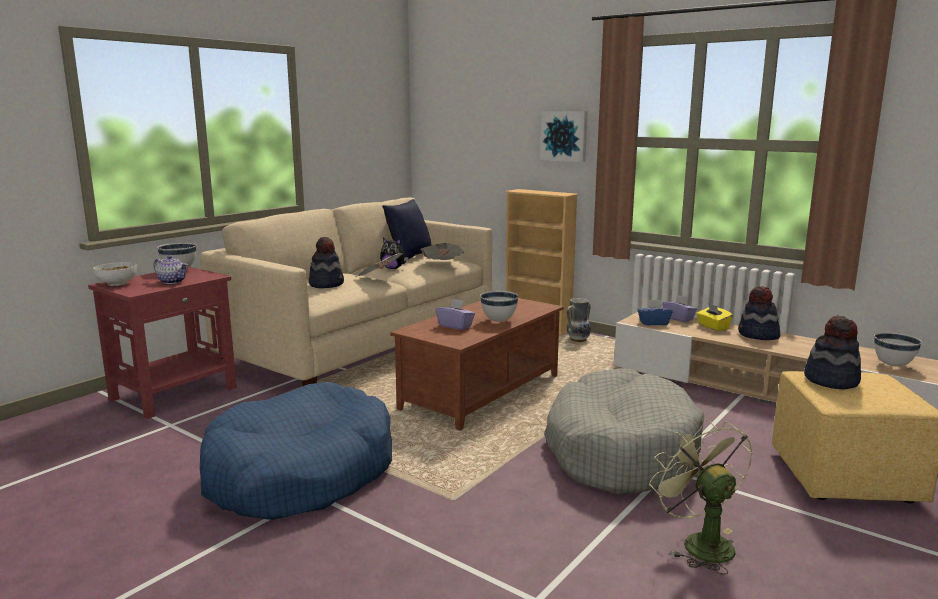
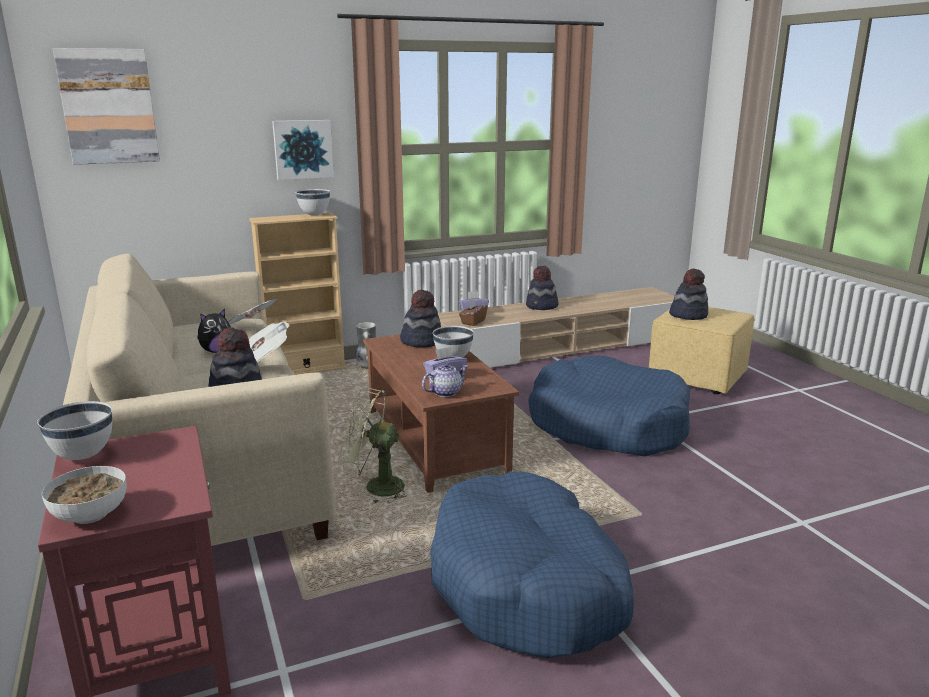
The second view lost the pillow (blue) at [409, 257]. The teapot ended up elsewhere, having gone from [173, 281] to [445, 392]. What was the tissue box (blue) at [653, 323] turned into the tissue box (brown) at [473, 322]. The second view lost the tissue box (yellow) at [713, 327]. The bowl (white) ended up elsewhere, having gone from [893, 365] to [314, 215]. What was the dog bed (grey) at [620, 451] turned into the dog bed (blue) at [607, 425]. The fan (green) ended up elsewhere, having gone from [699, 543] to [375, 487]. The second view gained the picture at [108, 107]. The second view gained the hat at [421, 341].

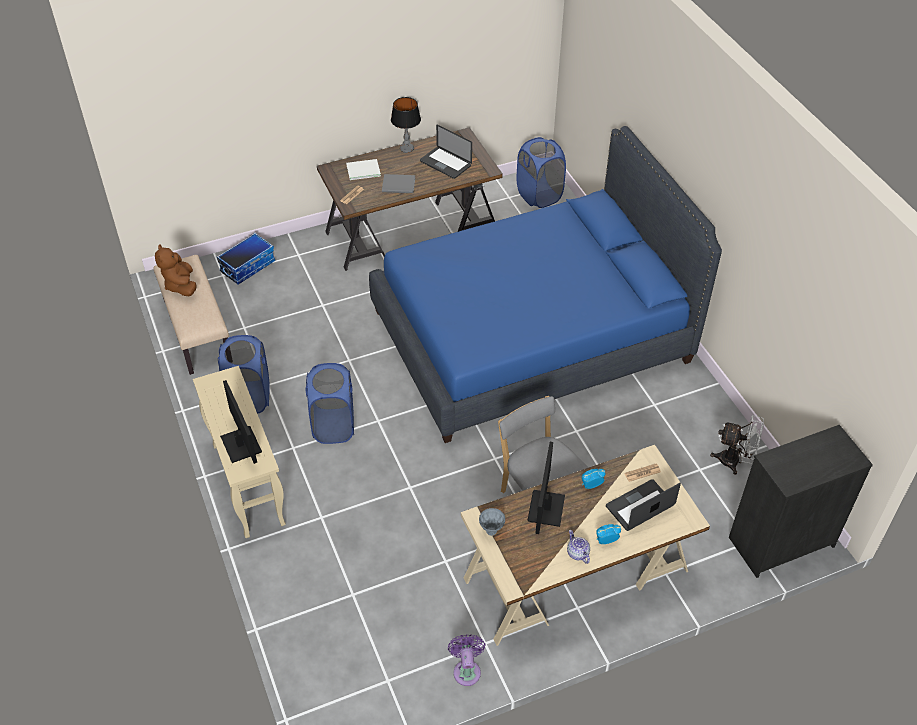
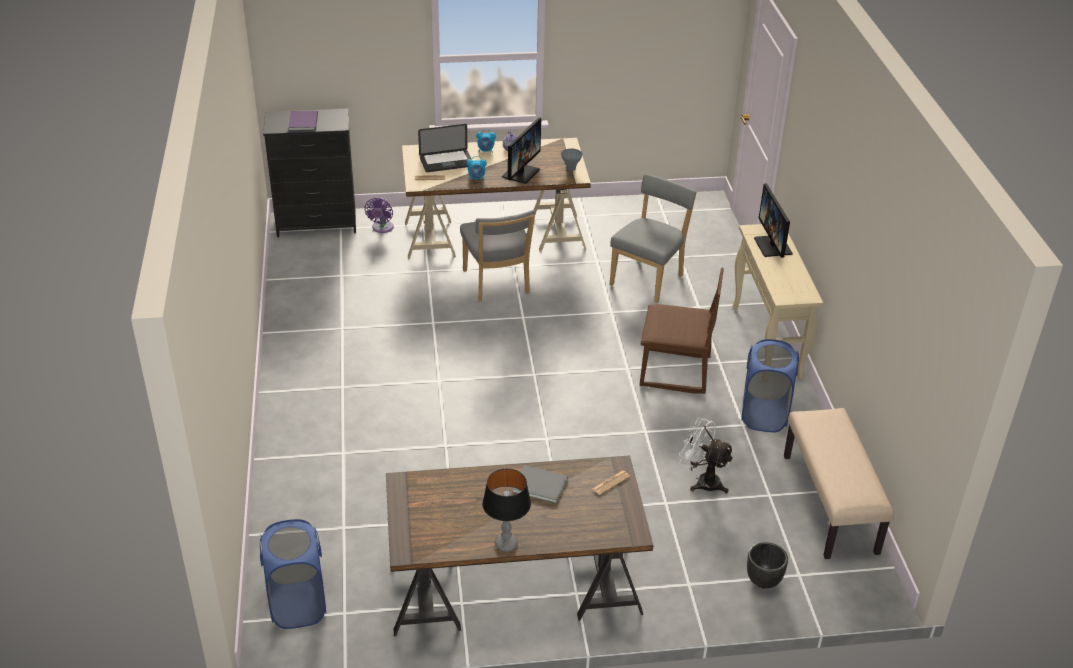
The second view lost the laptop at [445, 163]. The second view lost the bed (blue) at [531, 336]. The second view lost the book (white) at [362, 170]. Where the storage box stood at [247, 266], the planter (black) came to stand at [763, 581]. The second view lost the plush toy (brown) at [181, 285]. Where the laundry basket (blue) stood at [333, 426], the chair (brown) came to stand at [675, 372]. The fan (white) ended up elsewhere, having gone from [734, 461] to [702, 481]. The fan (purple) ended up elsewhere, having gone from [466, 670] to [382, 228]. The second view gained the book (purple) at [304, 121]. The second view gained the chair (grey) at [649, 279].

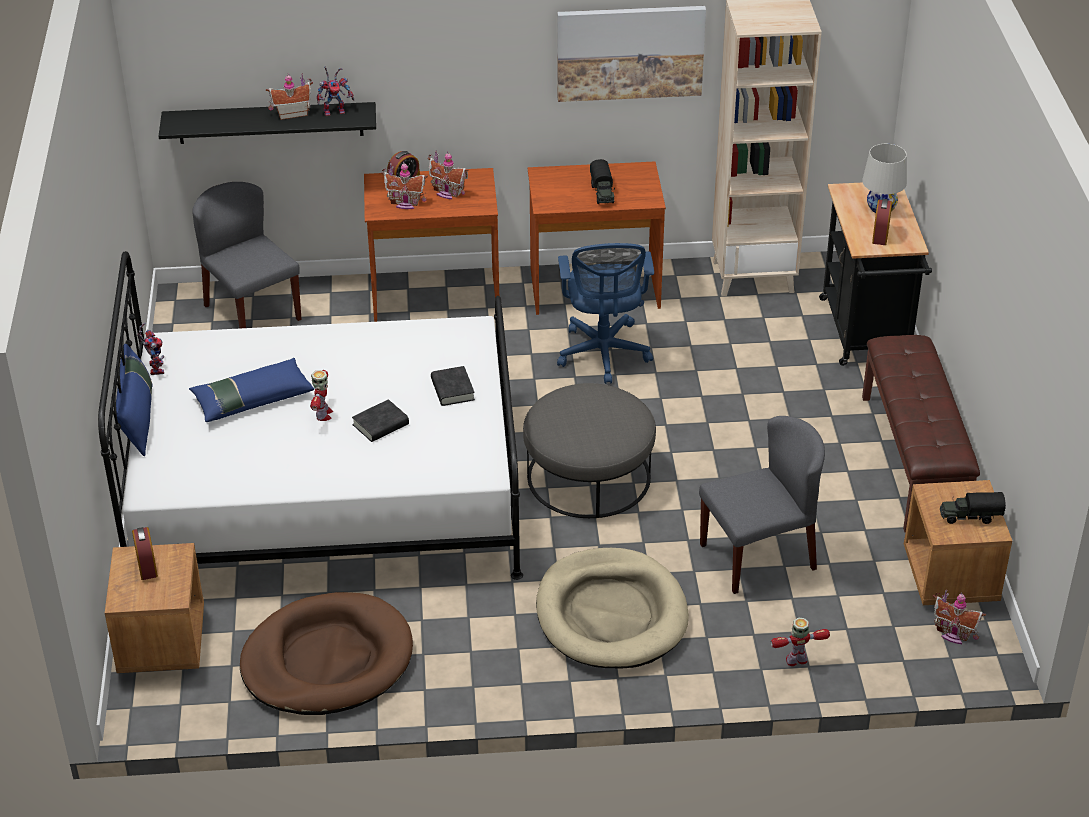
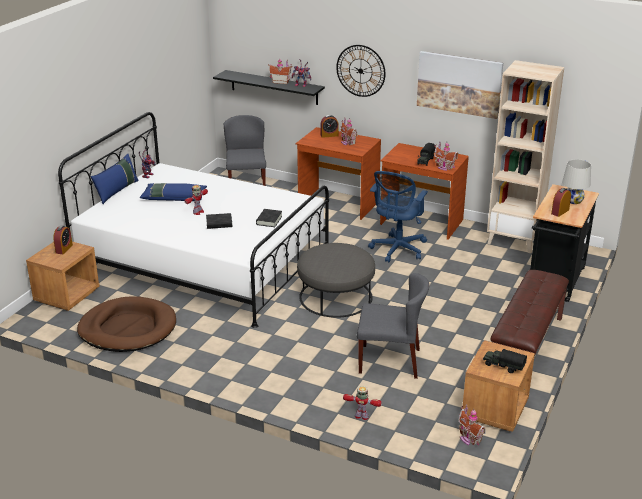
The toy house ended up elsewhere, having gone from [405, 203] to [444, 167]. The second view lost the dog bed (beige) at [611, 614]. The second view gained the wall clock at [360, 71].

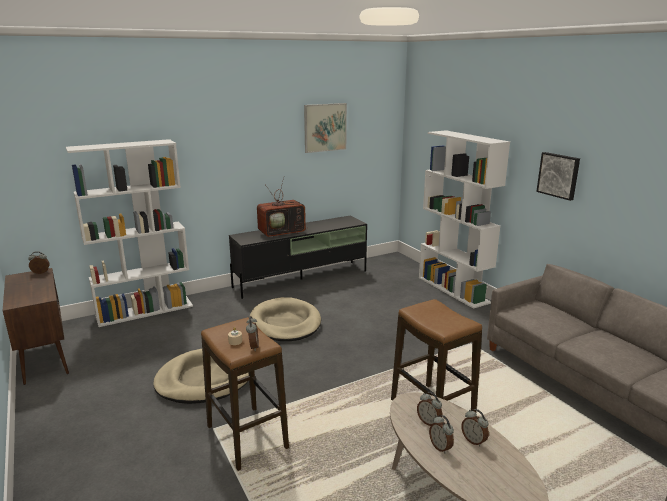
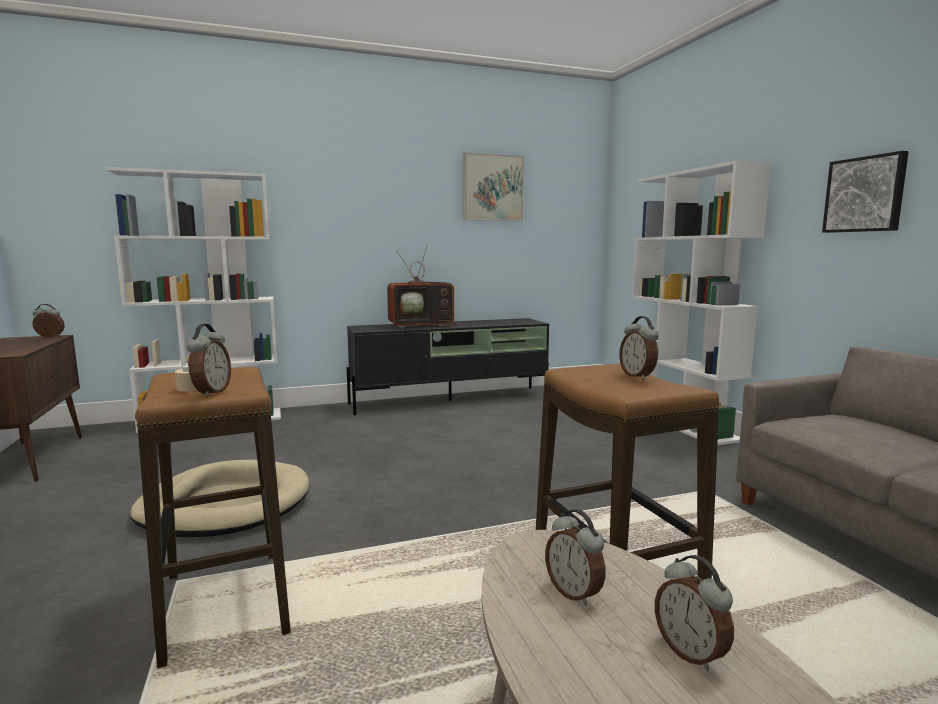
The second view lost the dog bed (beige) at [285, 323]. The alarm clock ended up elsewhere, having gone from [440, 447] to [638, 376].

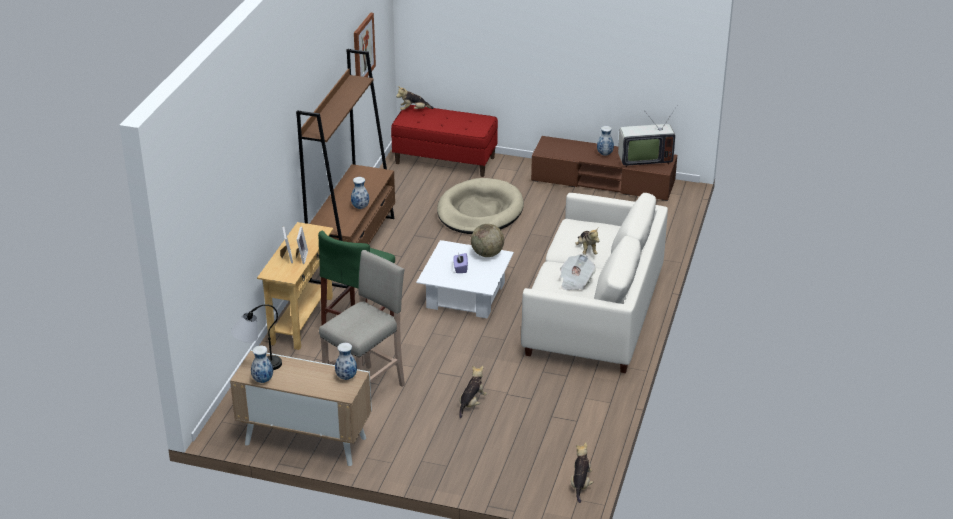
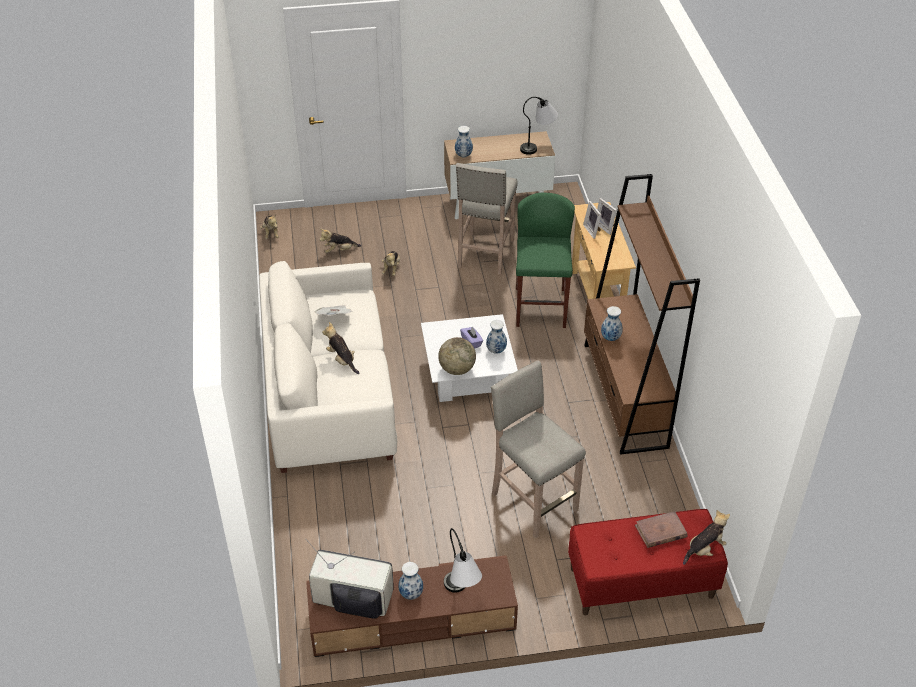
The second view lost the picture at [363, 49]. The television at [643, 159] ended up facing another way, 45 degrees clockwise from before. Where the dog bed (beige) stood at [480, 211], the stool (beige) came to stand at [533, 500]. The vase ended up elsewhere, having gone from [263, 380] to [496, 350]. The second view gained the plush toy at [339, 250]. The second view gained the book (brown) at [660, 531]. The second view gained the table lamp at [461, 595].

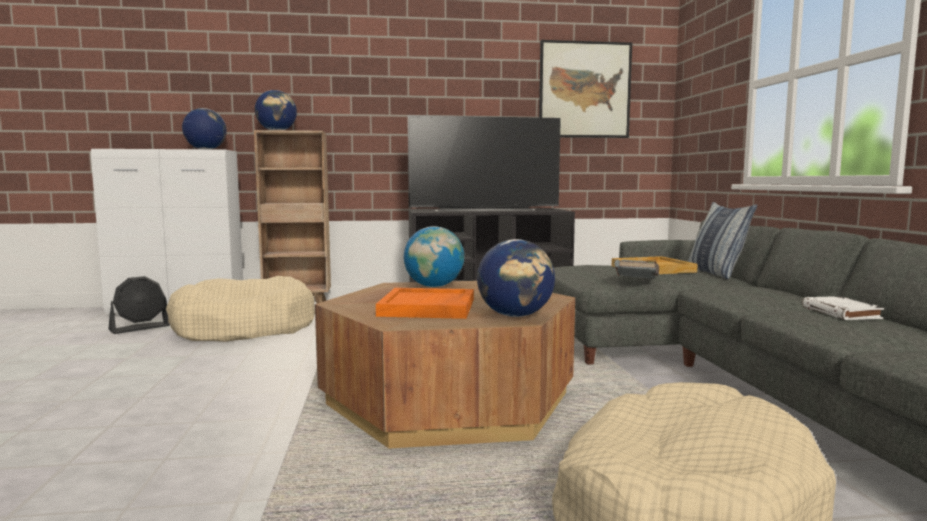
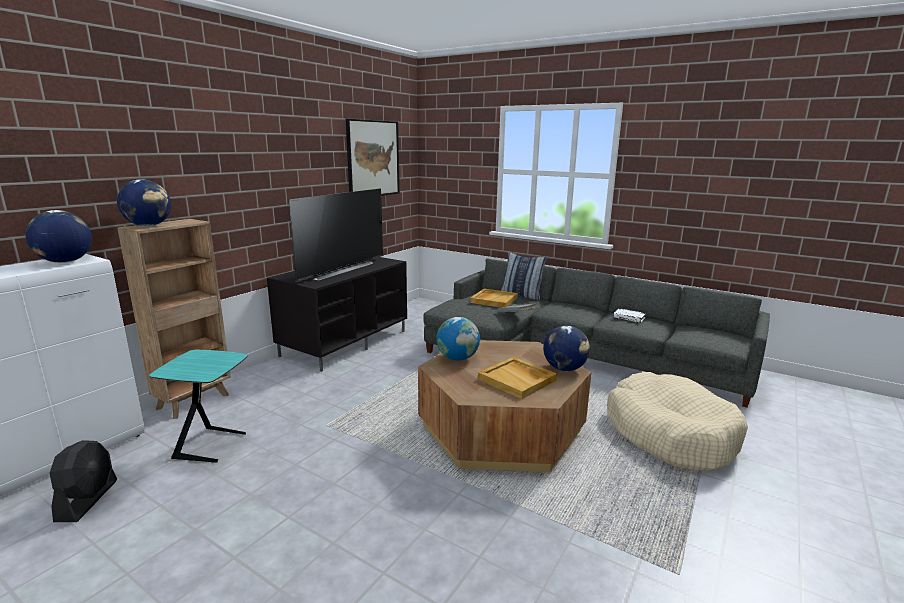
Where the dog bed (beige) stood at [244, 328], the side table (turquoise) came to stand at [213, 445]. What was the tray (orange) at [428, 308] turned into the tray (beige) at [517, 380].

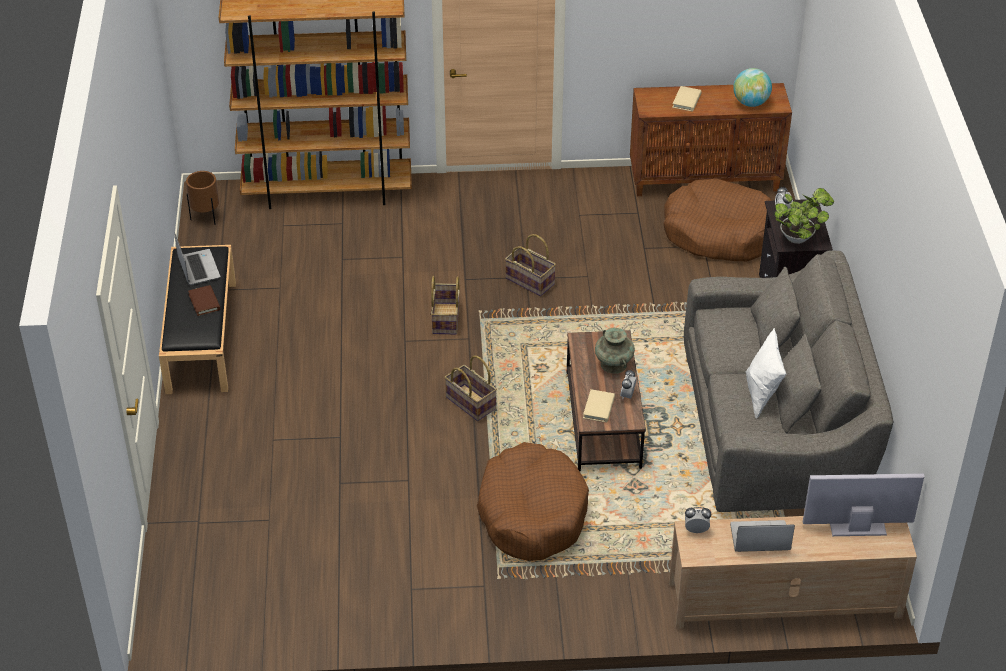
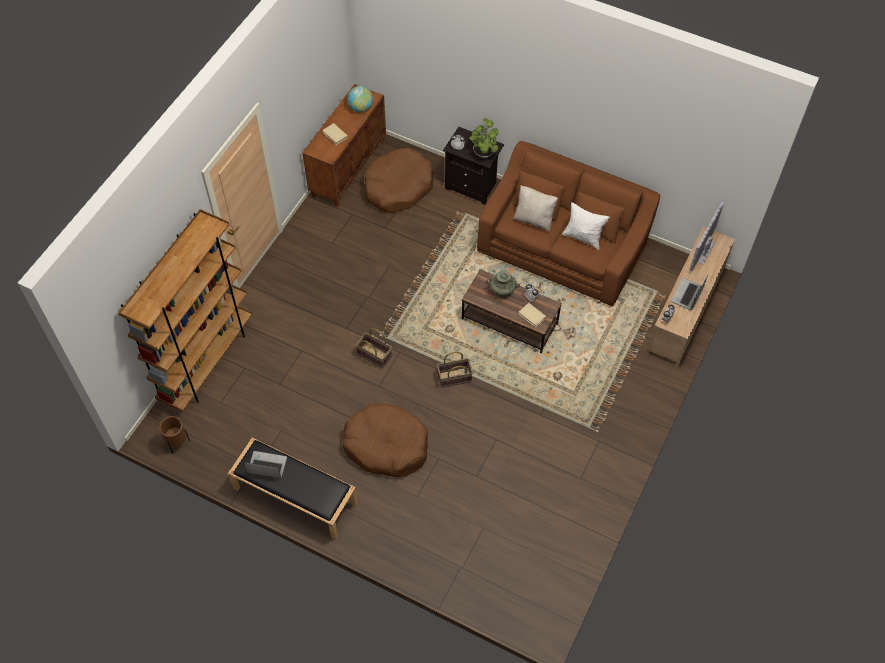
The second view lost the basket at [530, 281]. What was the sofa (grey) at [775, 423] turned into the sofa (brown) at [562, 246]. The second view lost the book (brown) at [204, 302]. The dog bed (brown) ended up elsewhere, having gone from [532, 513] to [386, 445]. The second view gained the pillow (beige) at [534, 219].

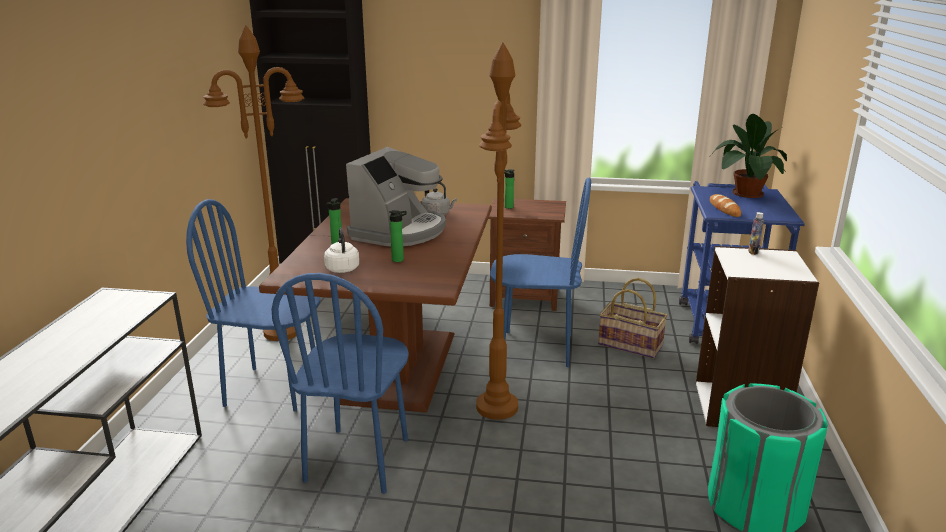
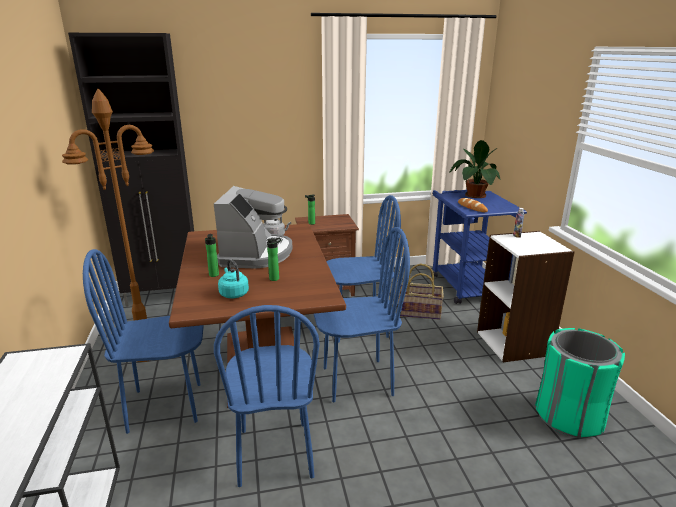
Where the floor lamp (brown) stood at [497, 407], the chair (blue) came to stand at [357, 380]. What was the kettle (white) at [342, 268] turned into the kettle (turquoise) at [233, 293].

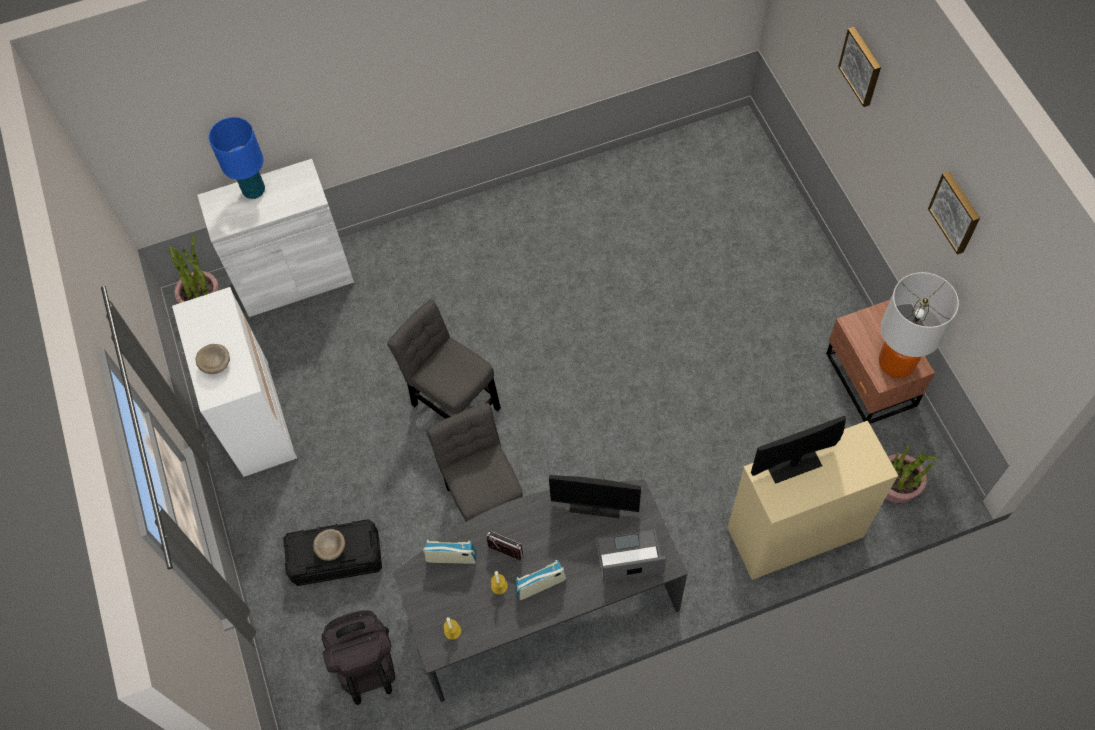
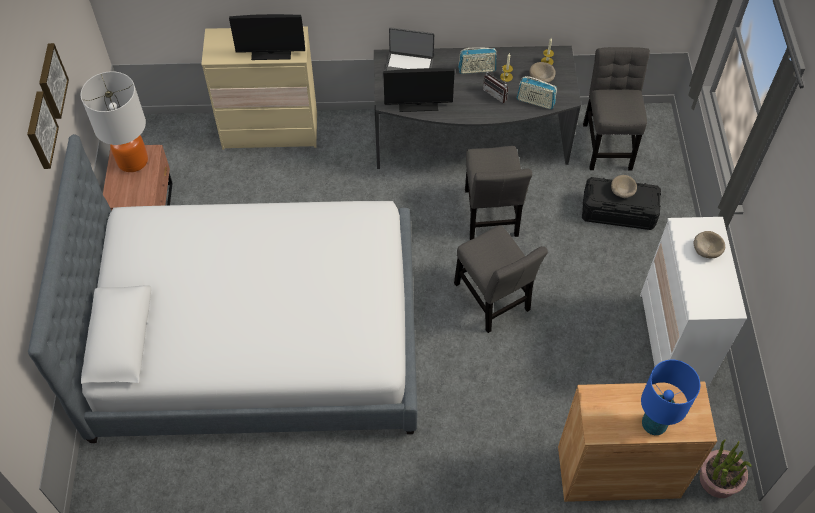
The picture ended up elsewhere, having gone from [862, 66] to [40, 130]. What was the cabinet (white) at [294, 278] turned into the cabinet (brown) at [618, 472]. The second view lost the potted plant at [897, 485]. The monitor at [595, 504] ended up facing another way, 150 degrees clockwise from before. Where the backpack (black) stood at [366, 661], the chair (grey) came to stand at [608, 143]. The second view gained the bowl (beige) at [541, 79]. The second view gained the bed at [257, 337].

